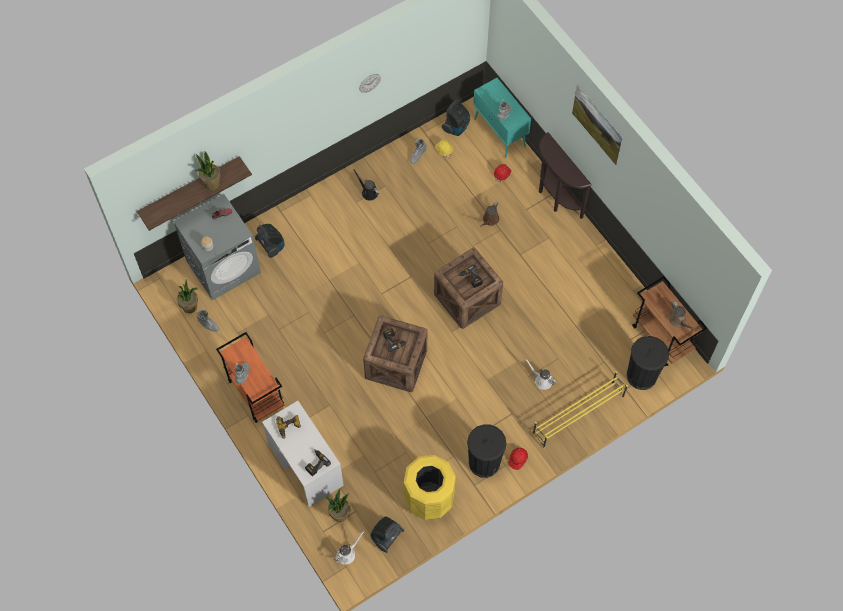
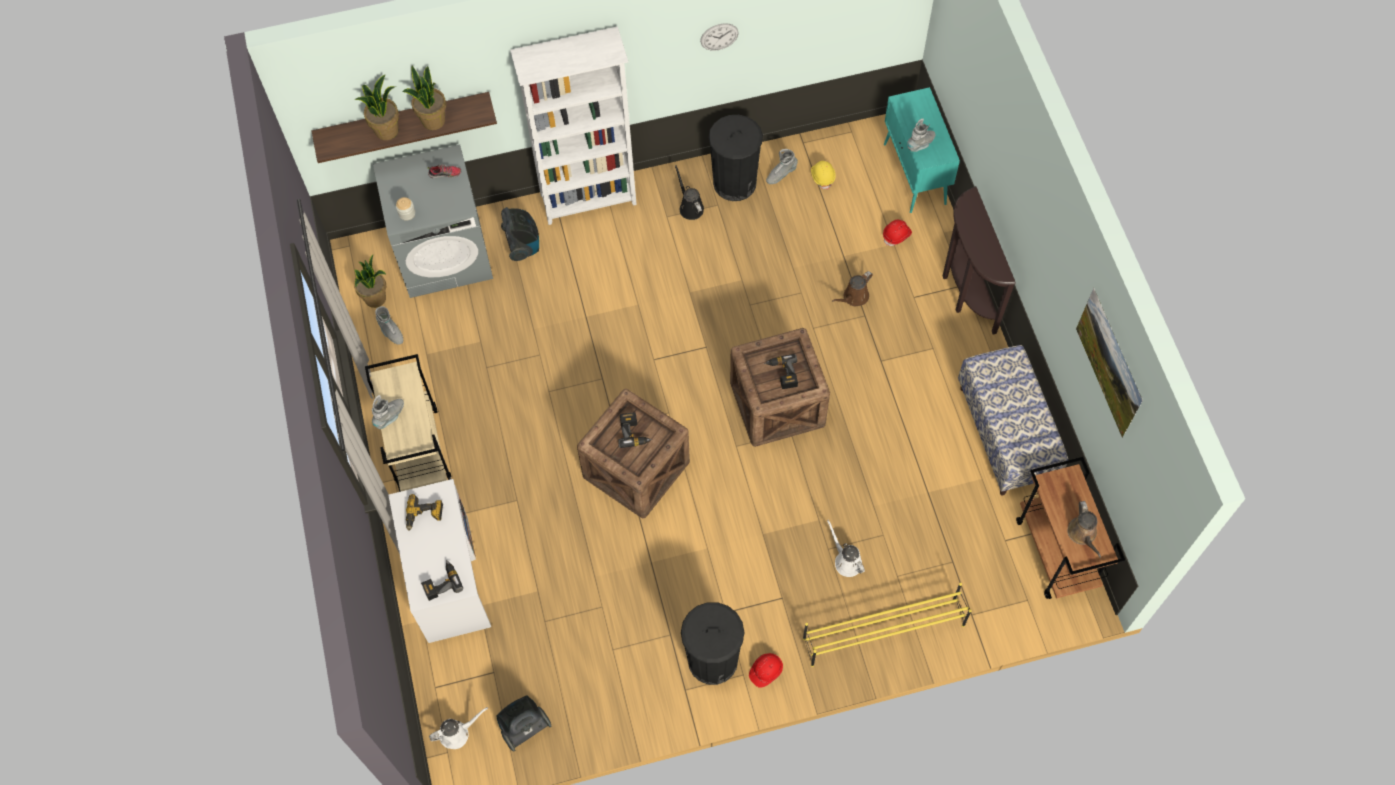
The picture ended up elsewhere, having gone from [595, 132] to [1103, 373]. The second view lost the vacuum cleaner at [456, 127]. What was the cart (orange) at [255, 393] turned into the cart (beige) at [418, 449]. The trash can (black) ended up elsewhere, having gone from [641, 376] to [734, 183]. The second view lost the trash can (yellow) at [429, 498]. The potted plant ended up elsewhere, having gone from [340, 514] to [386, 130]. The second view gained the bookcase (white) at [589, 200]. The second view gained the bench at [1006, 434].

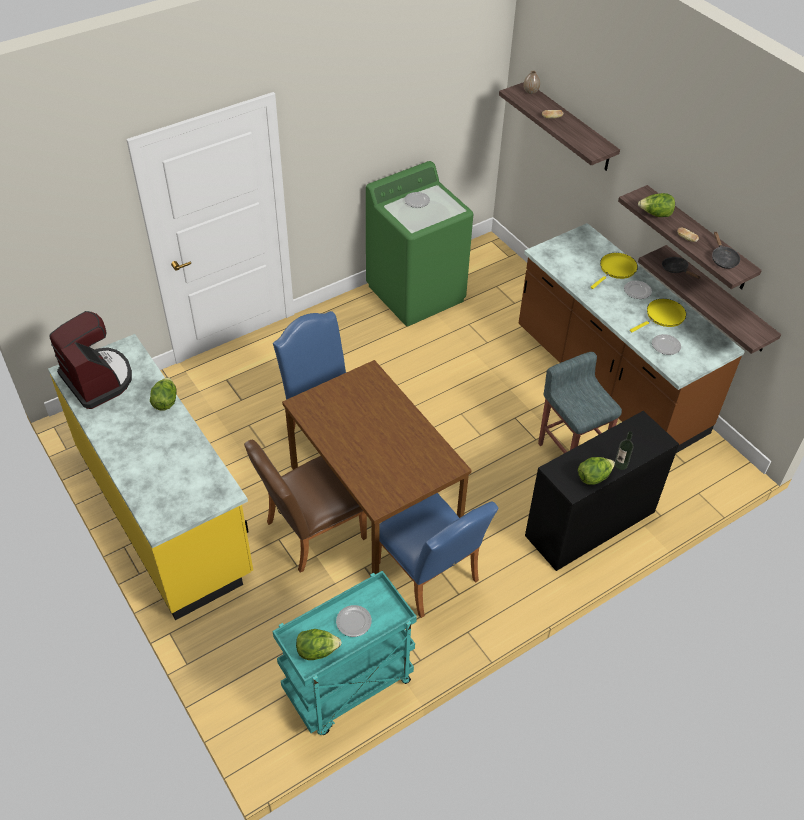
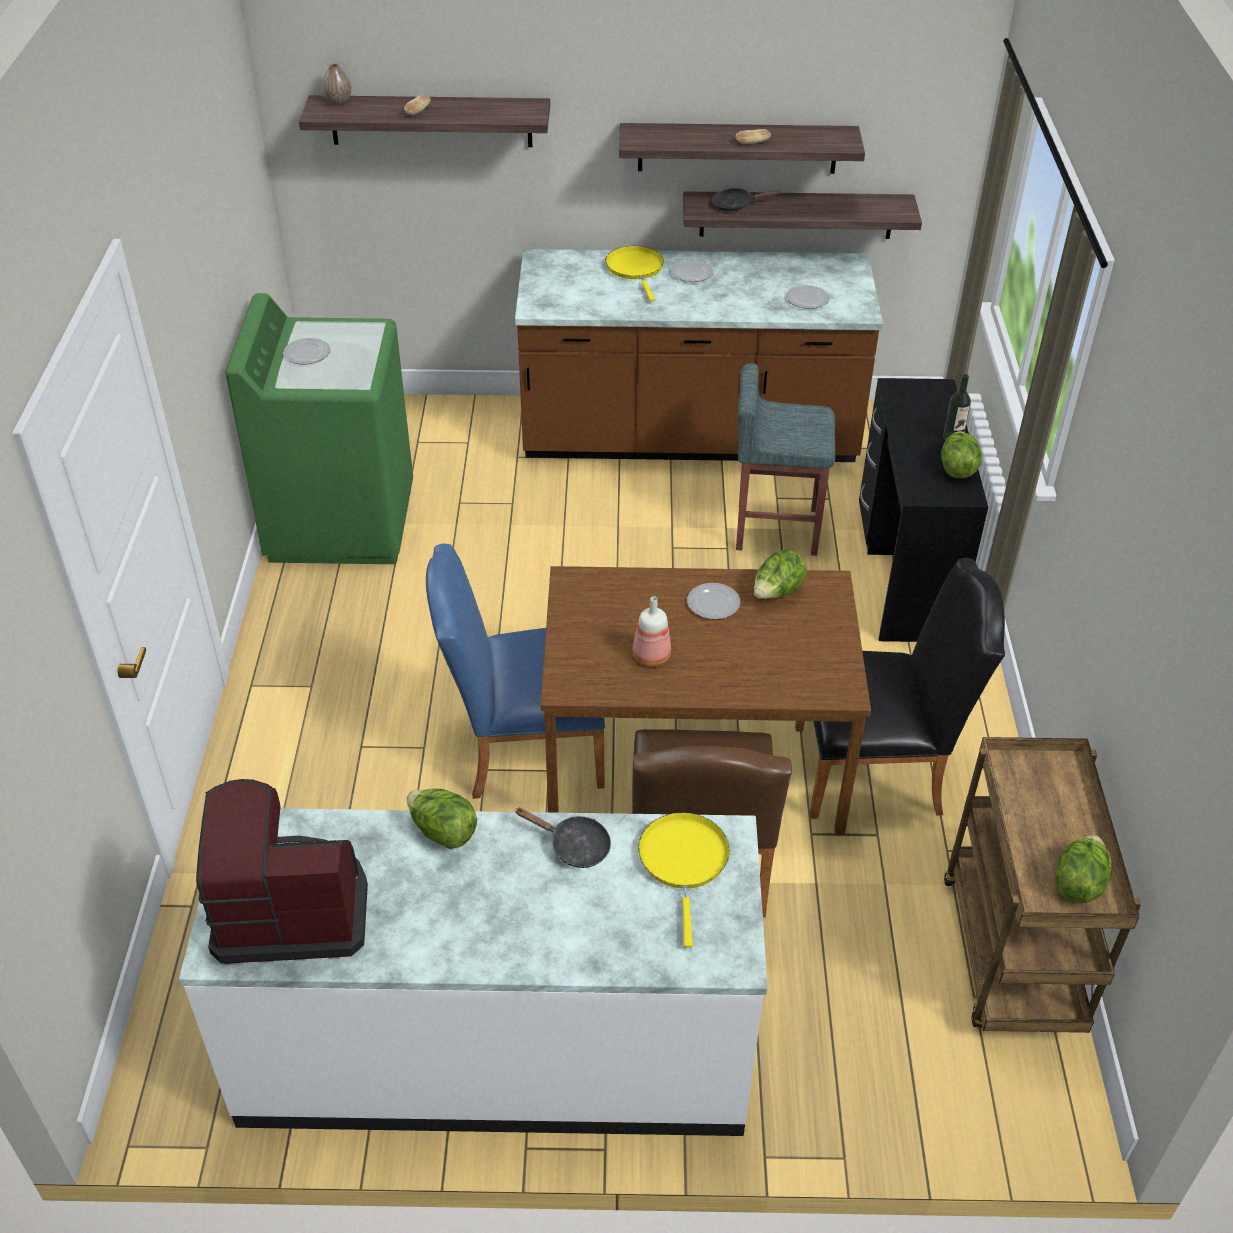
The lettuce ended up elsewhere, having gone from [655, 215] to [777, 593]. The frying pan (black) ended up elsewhere, having gone from [723, 259] to [574, 846]. The frying pan (yellow) ended up elsewhere, having gone from [663, 316] to [684, 862]. What was the counter (yellow) at [164, 511] turned into the counter (white) at [496, 1048]. What was the chair (blue) at [430, 576] turned into the chair (black) at [879, 769]. What was the cart (turquoise) at [348, 687] turned into the cart (brown) at [1013, 958]. The plate ended up elsewhere, having gone from [353, 622] to [713, 604]. The second view gained the bottle at [651, 657].

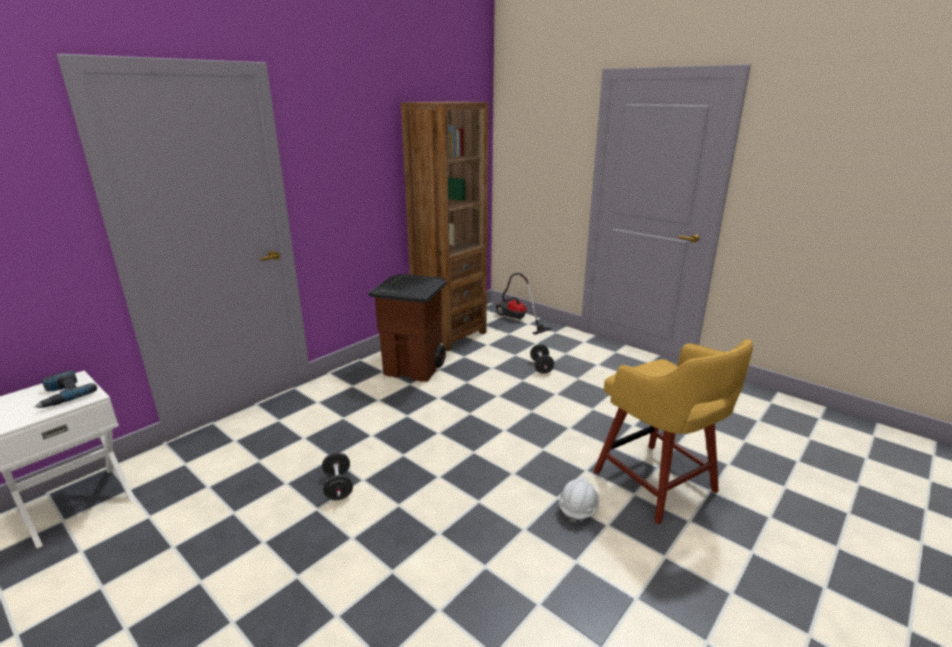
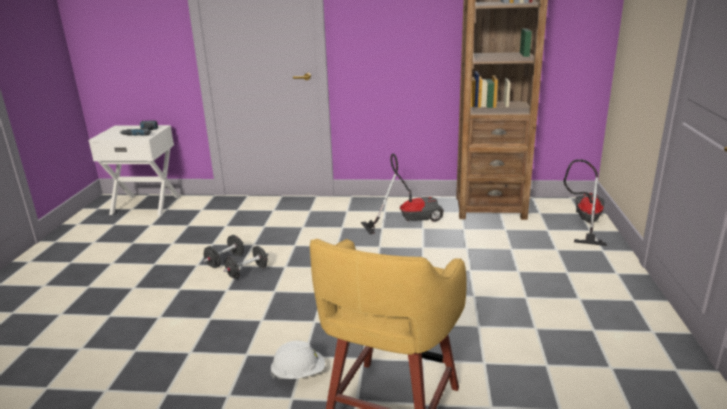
Where the trash can (brown) stood at [415, 368], the vacuum cleaner came to stand at [408, 219]. The dumbbell (black) ended up elsewhere, having gone from [541, 367] to [247, 272].

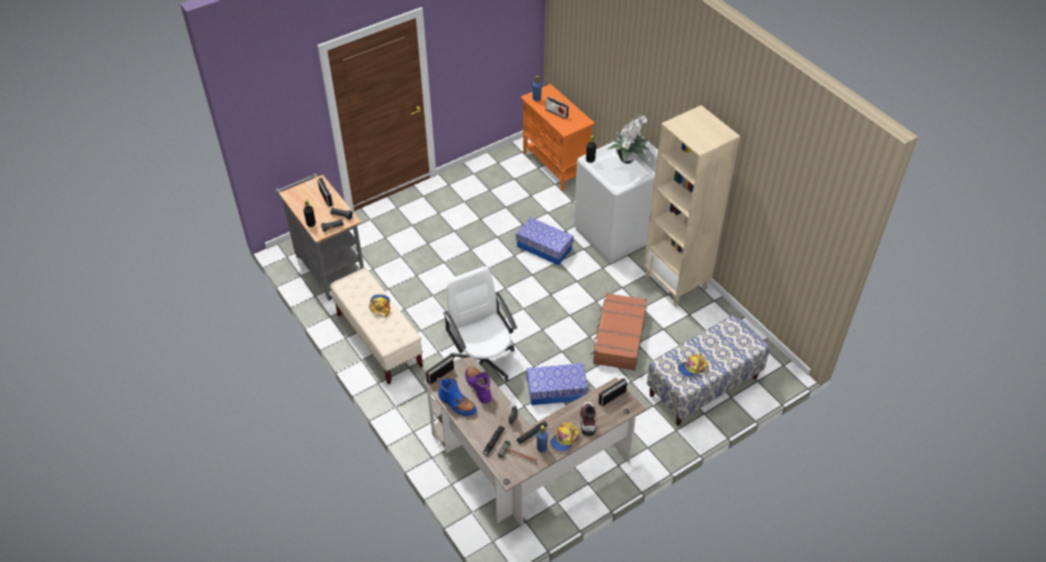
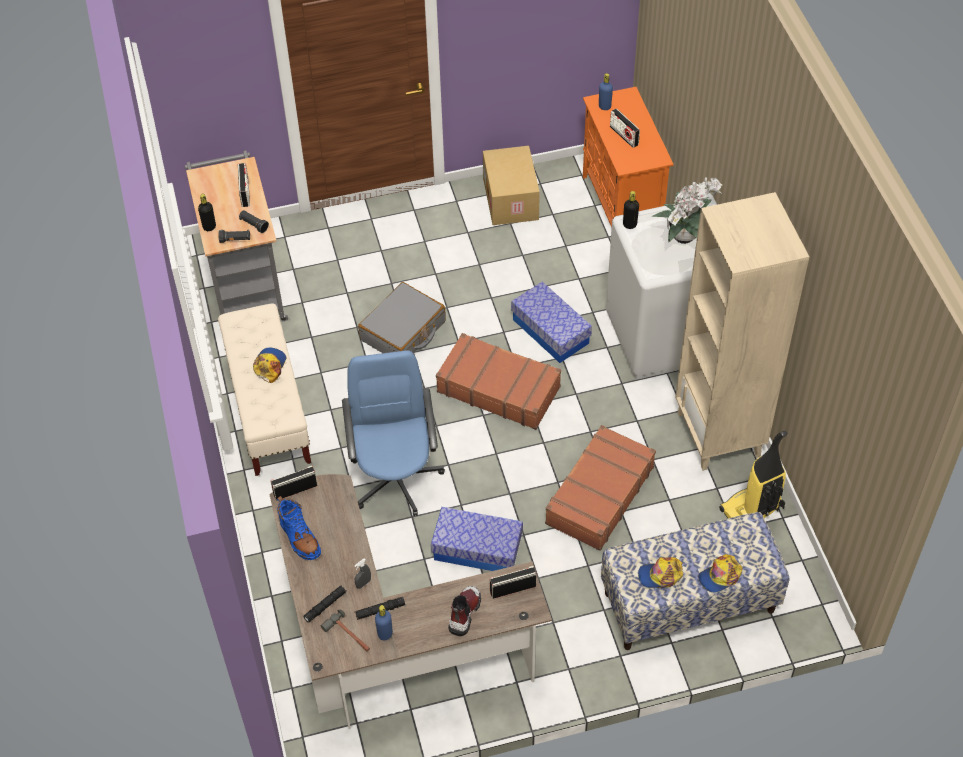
What was the office chair (white) at [483, 361] turned into the office chair (blue) at [395, 477]. The second view lost the boot (purple) at [478, 387]. The cap ended up elsewhere, having gone from [564, 439] to [720, 576]. The second view gained the cardboard box at [512, 199]. The second view gained the suitcase (grey) at [403, 331]. The second view gained the suitcase (brown) at [498, 389]. The second view gained the vacuum cleaner at [751, 510].

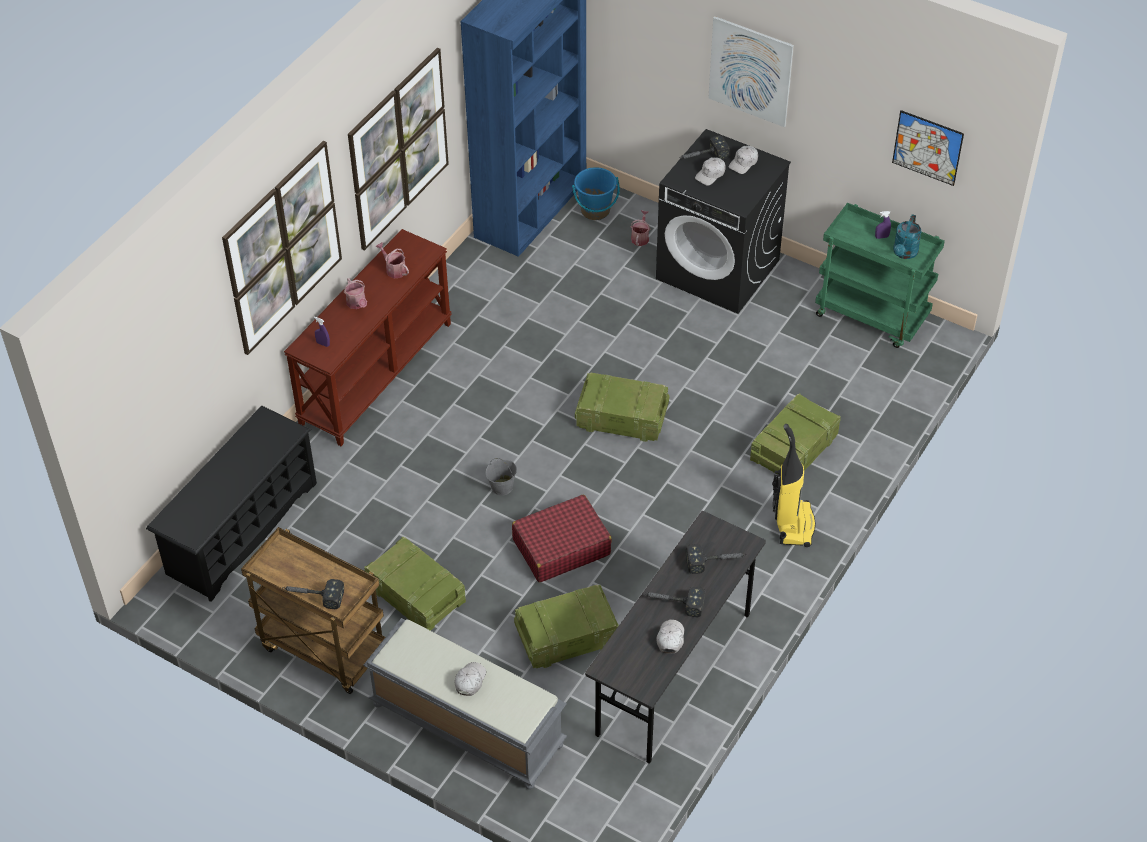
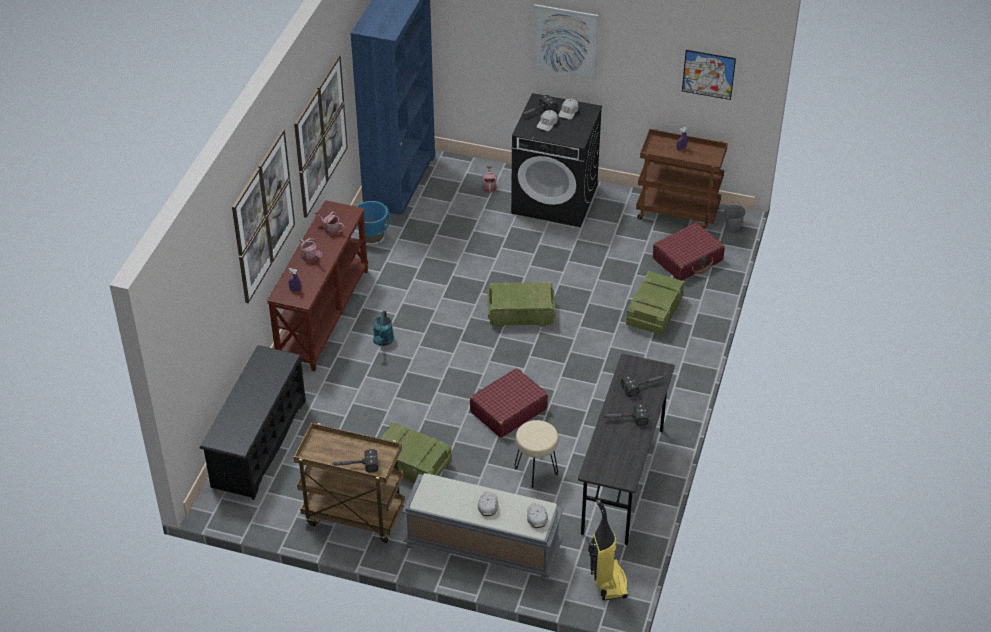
The bucket (blue) ended up elsewhere, having gone from [595, 211] to [372, 235]. What was the cart (green) at [872, 316] turned into the cart (brown) at [678, 212]. The watering can (turquoise) ended up elsewhere, having gone from [904, 253] to [383, 341]. The vacuum cleaner ended up elsewhere, having gone from [793, 524] to [608, 581]. The bucket (grey) ended up elsewhere, having gone from [502, 487] to [733, 225]. Where the crate stood at [568, 636], the stool (beige) came to stand at [536, 470]. The cap (white) ended up elsewhere, having gone from [670, 638] to [536, 517]. The second view gained the suitcase (red) at [688, 259].

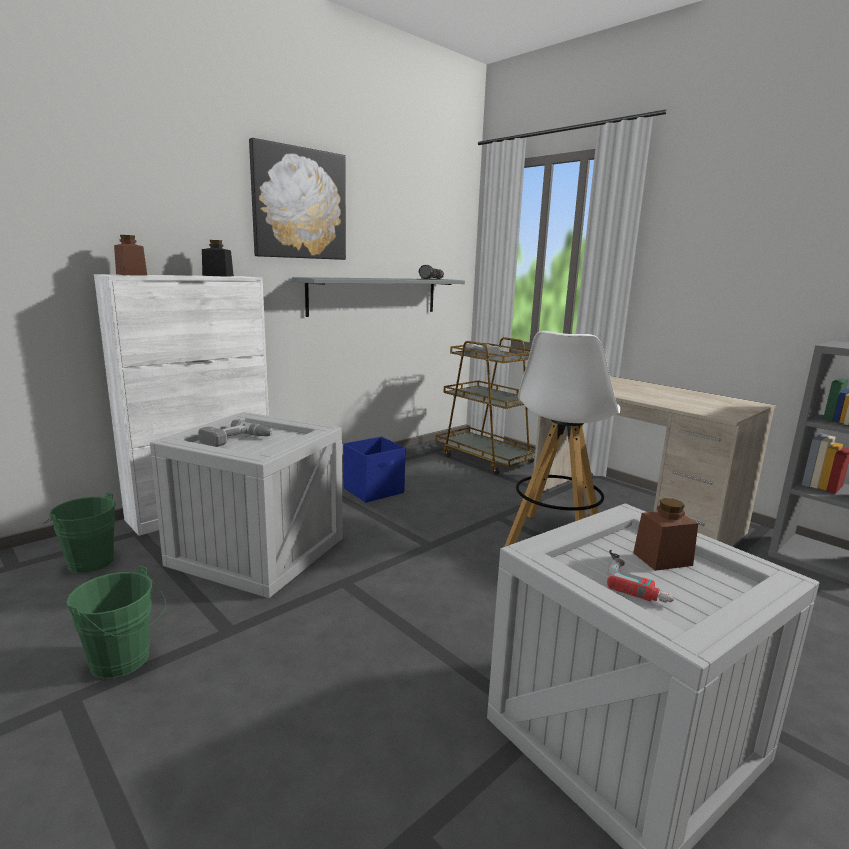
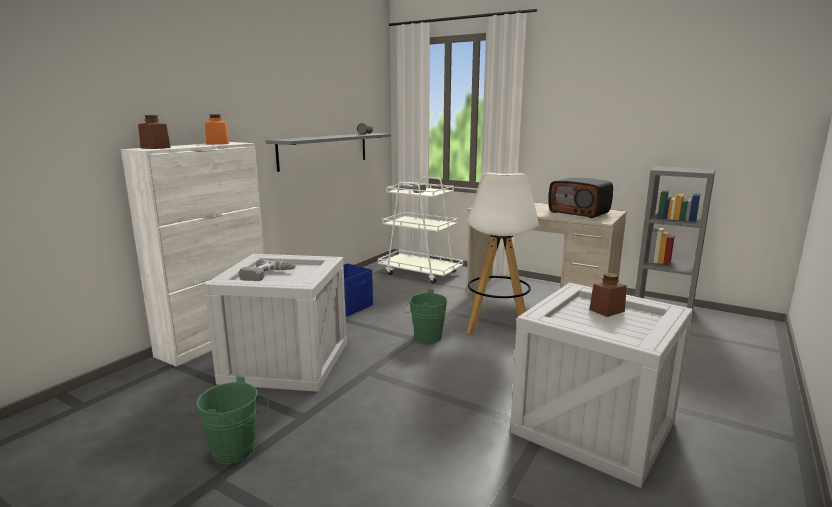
The second view lost the picture at [299, 204]. What was the jar (black) at [218, 275] turned into the jar (orange) at [218, 143]. What was the cart (brown) at [486, 459] turned into the cart (white) at [420, 272]. The bucket (green) ended up elsewhere, having gone from [87, 561] to [424, 337]. The second view lost the power drill at [637, 580]. The second view gained the radio at [579, 212].

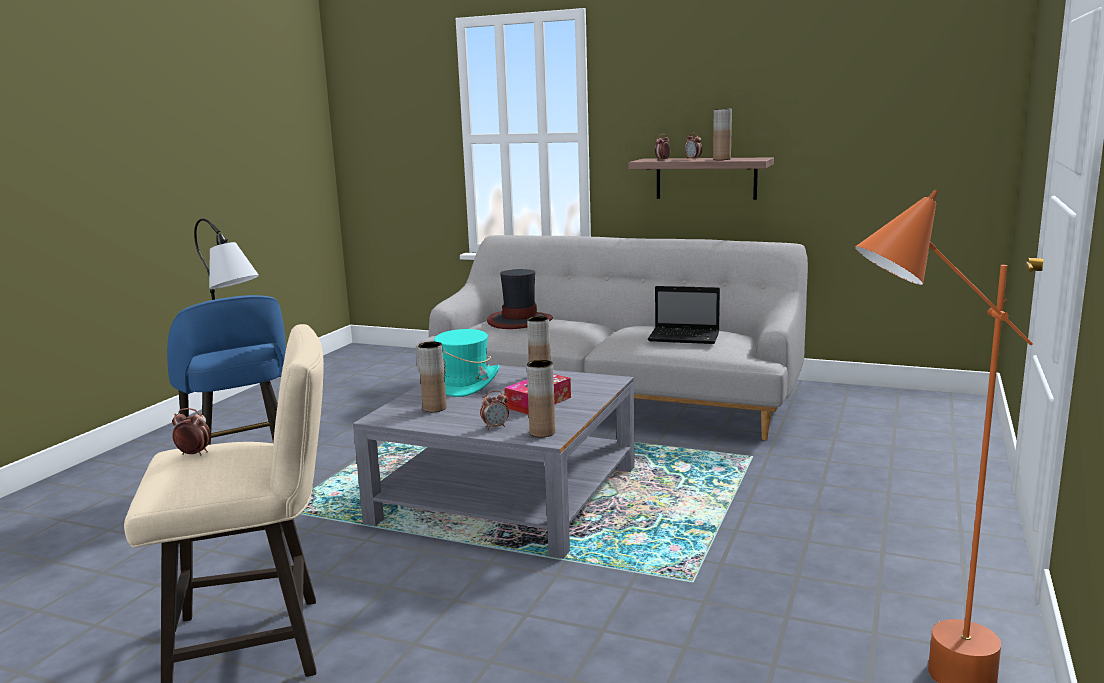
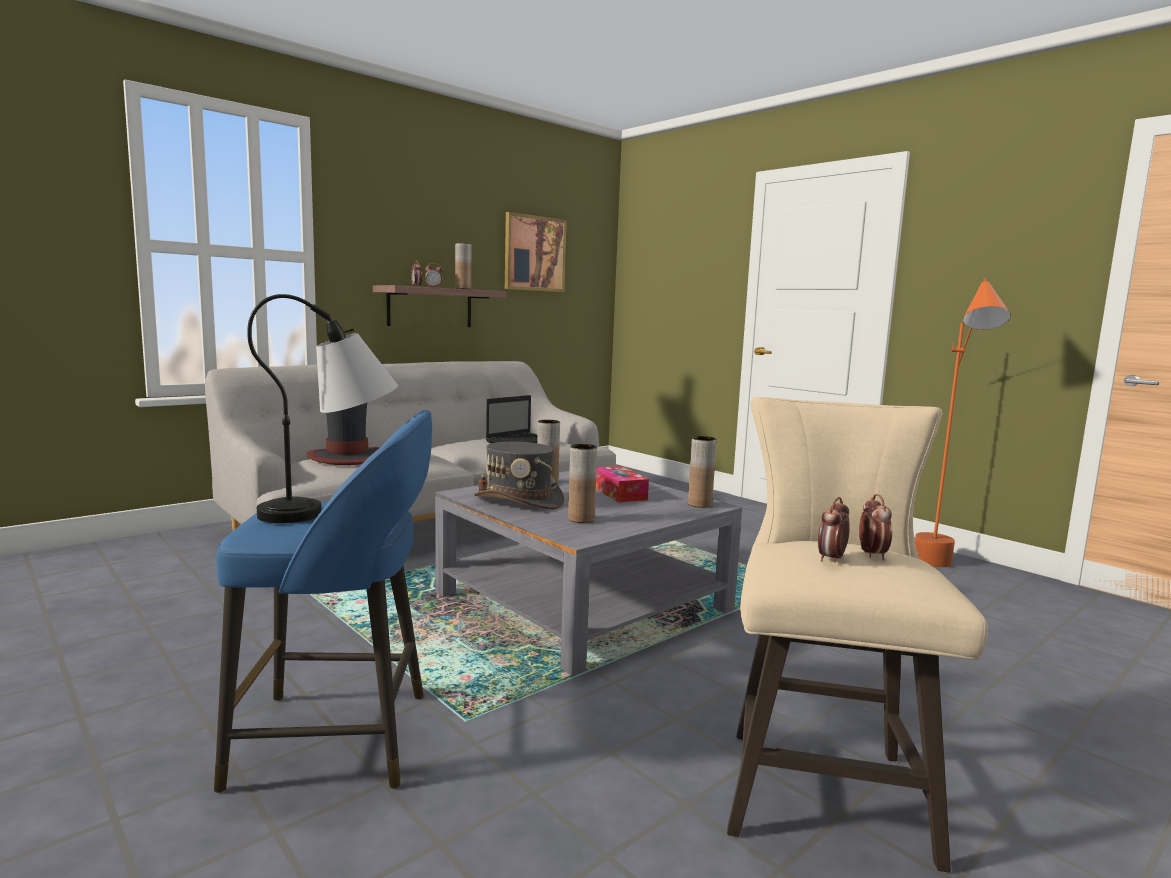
What was the hat (turquoise) at [464, 383] turned into the hat (grey) at [519, 501]. The alarm clock ended up elsewhere, having gone from [495, 427] to [872, 554]. The second view gained the picture at [534, 253].

